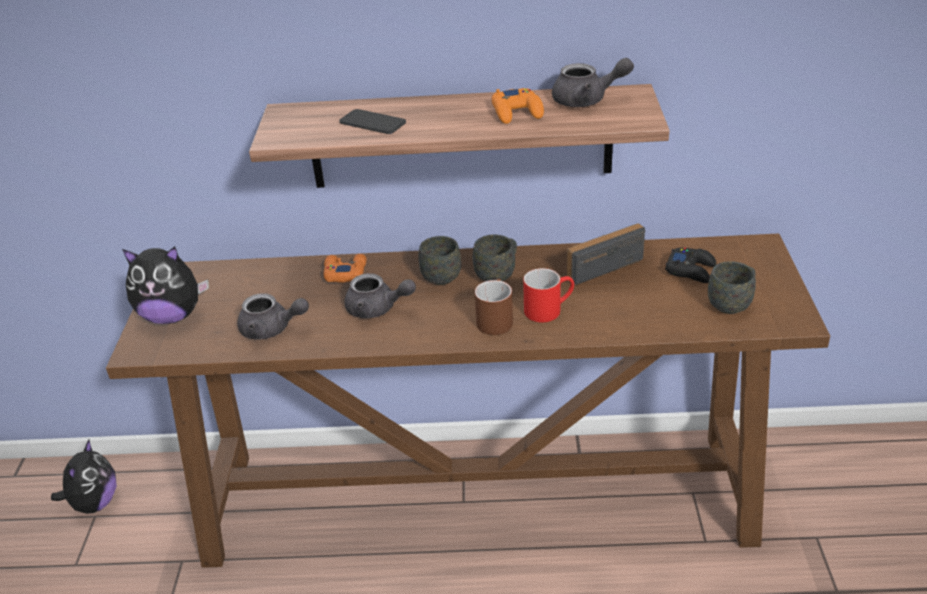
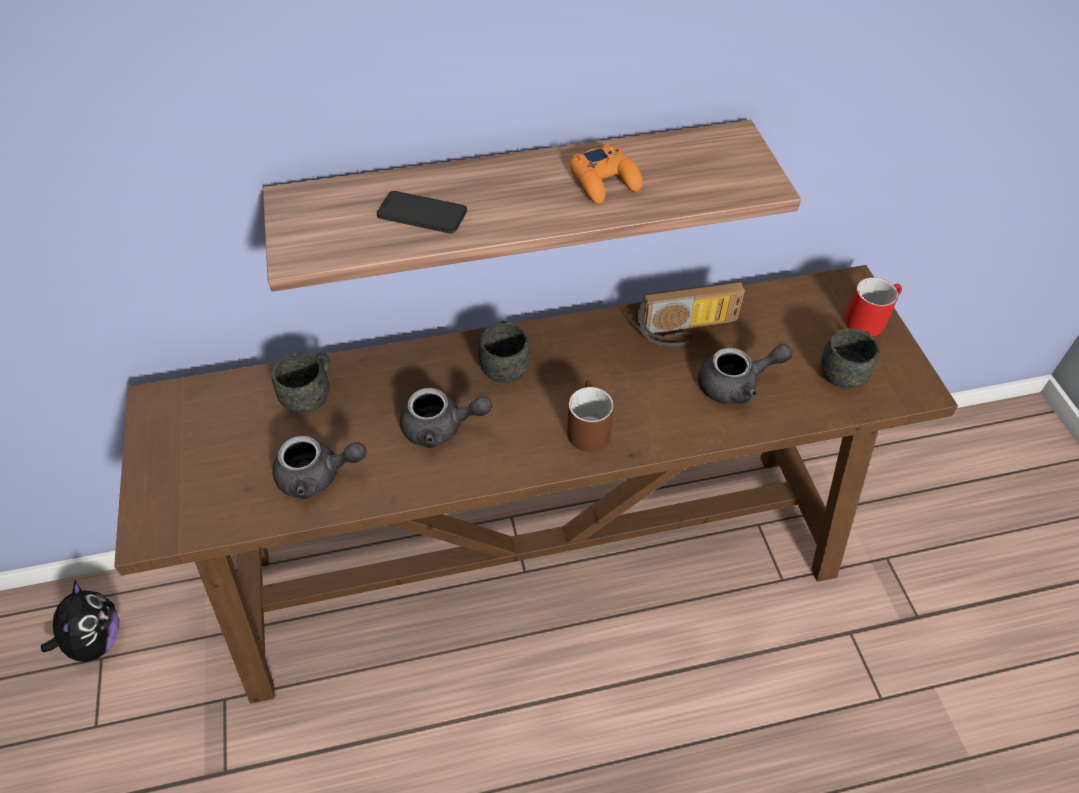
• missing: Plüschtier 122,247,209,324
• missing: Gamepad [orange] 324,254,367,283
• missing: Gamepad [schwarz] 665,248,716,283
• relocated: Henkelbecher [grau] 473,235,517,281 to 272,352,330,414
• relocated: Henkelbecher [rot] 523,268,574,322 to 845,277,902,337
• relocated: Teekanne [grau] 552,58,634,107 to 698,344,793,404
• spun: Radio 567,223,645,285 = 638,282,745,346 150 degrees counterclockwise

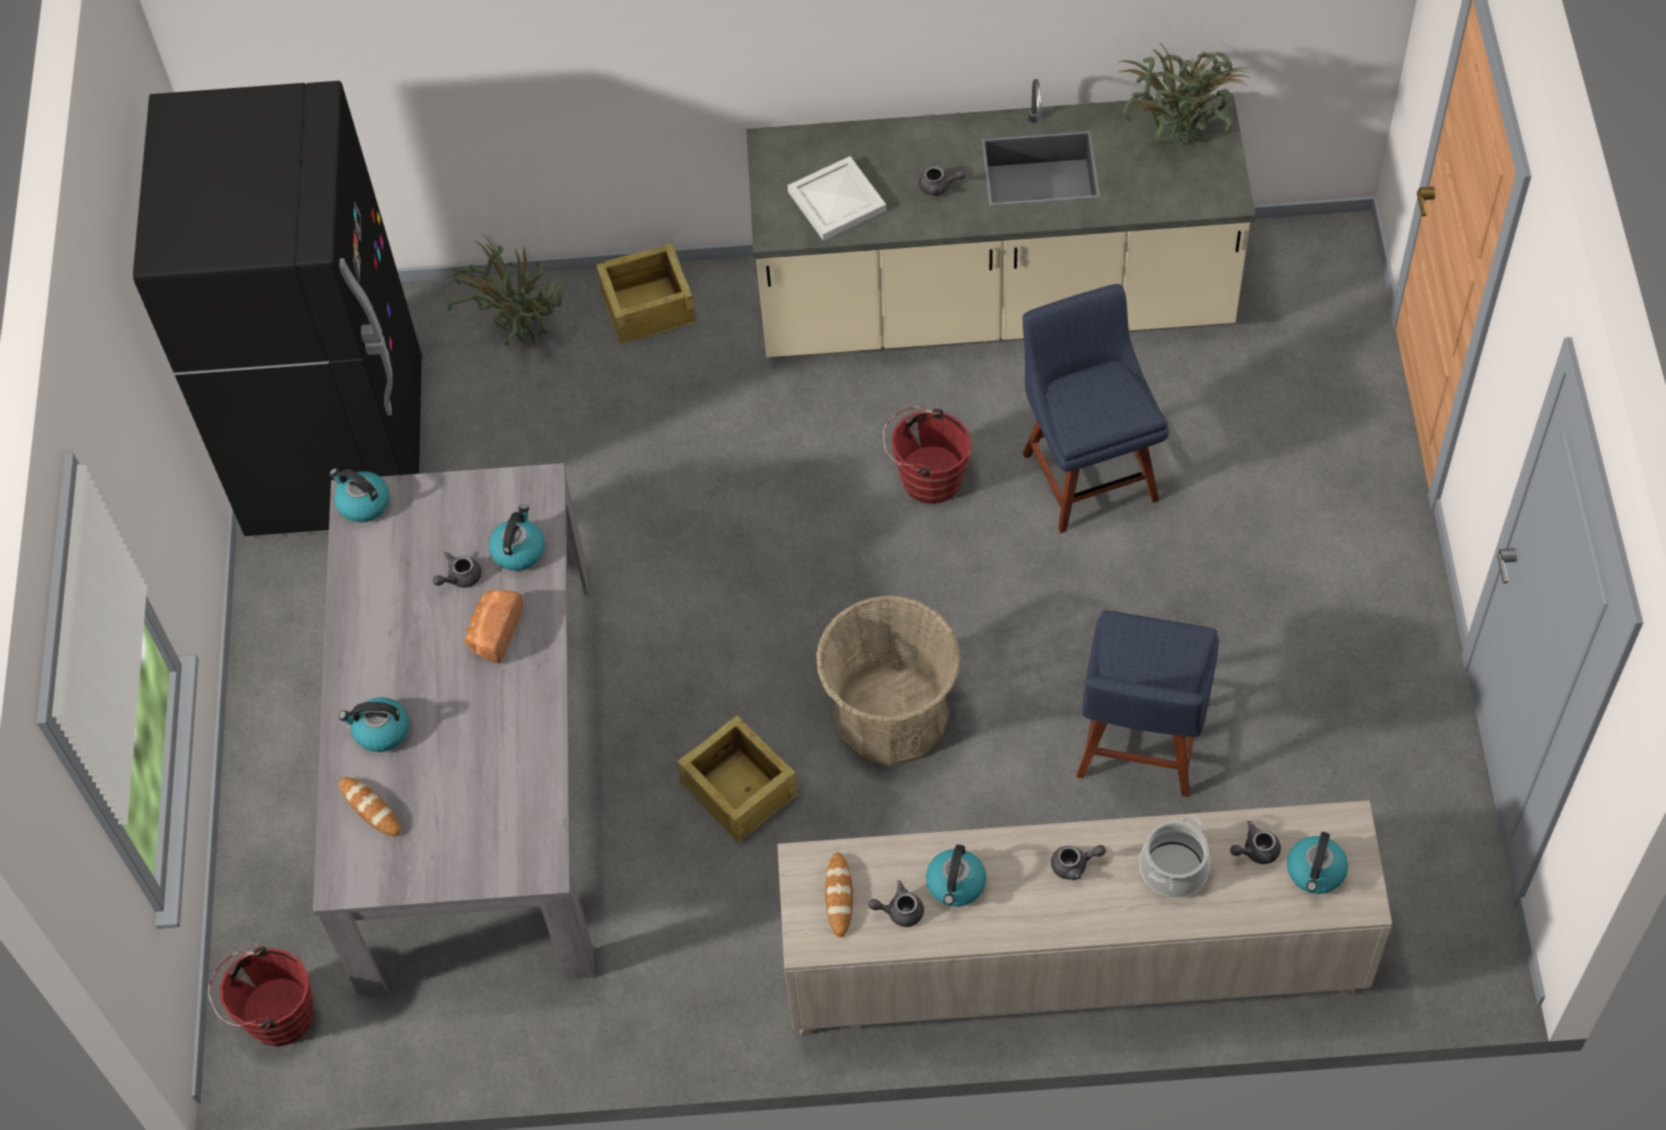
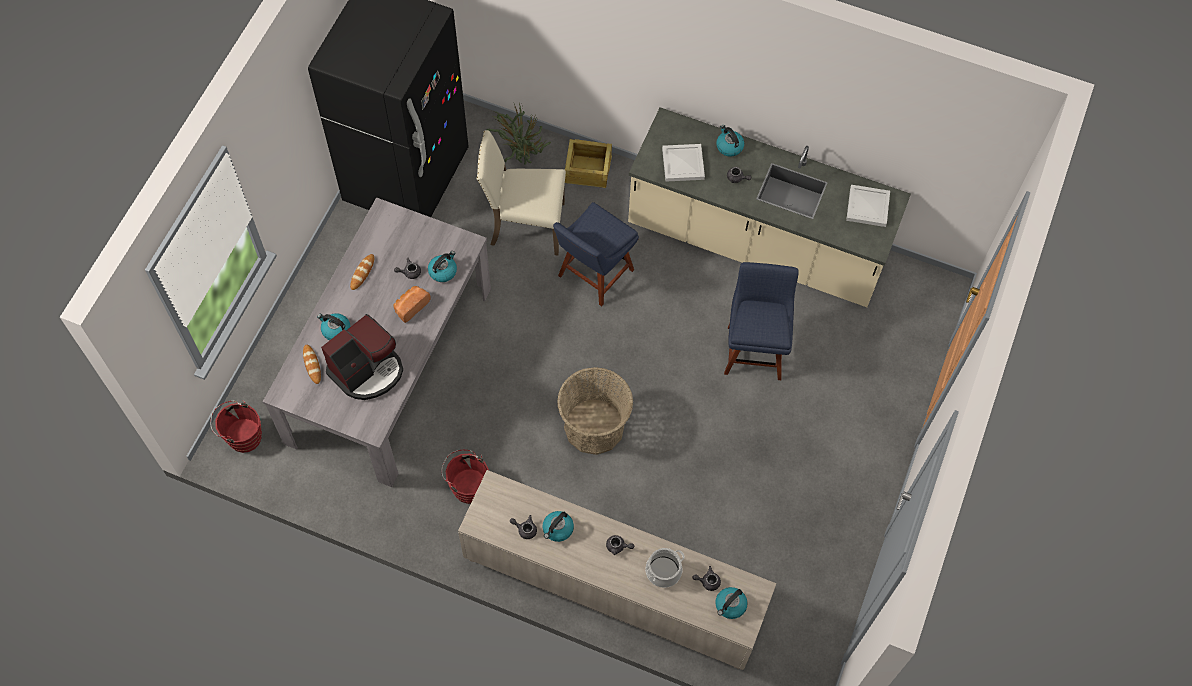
• missing: Kiste 676,715,797,842
• appeared: Kaffeemaschine 321,314,403,400
• appeared: Stuhl [beige] 477,130,566,255
• relocated: Wasserkessel 329,468,390,522 to 716,125,744,157
• relocated: Brot 825,852,853,937 to 350,254,374,290
• relocated: Eimer [rot] 883,405,972,504 to 441,450,489,504
• relocated: Stuhl [blau] 1077,611,1219,797 to 553,202,639,306
• exchanged: Topfpflanze 1116,44,1250,147 to Tablett [weiß] 846,185,890,227

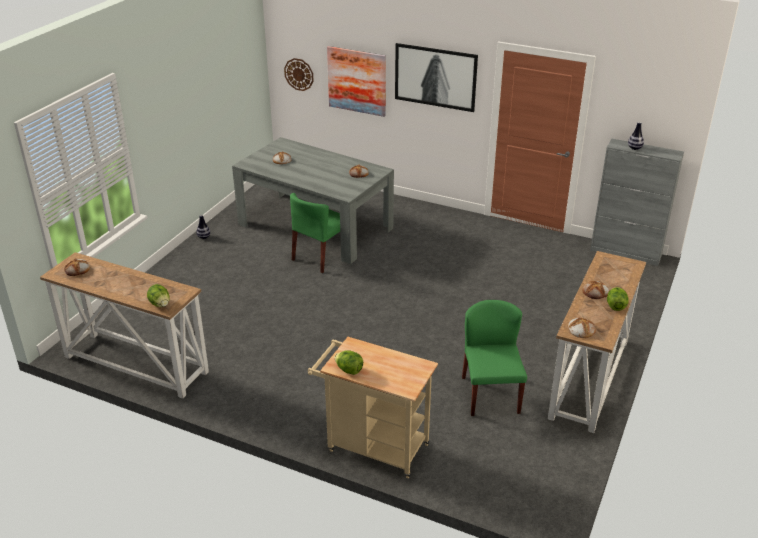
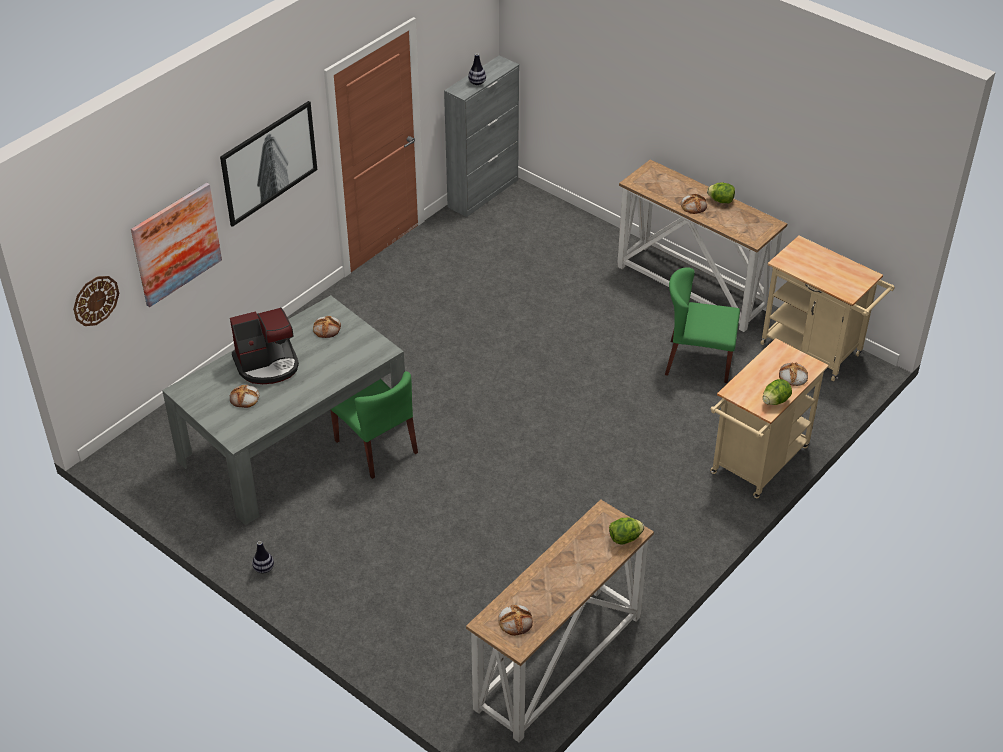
• appeared: Kaffeemaschine 230,307,299,384
• appeared: Rollwagen [beige] 760,236,895,381
• relocated: Brot 568,317,596,338 to 779,362,808,386

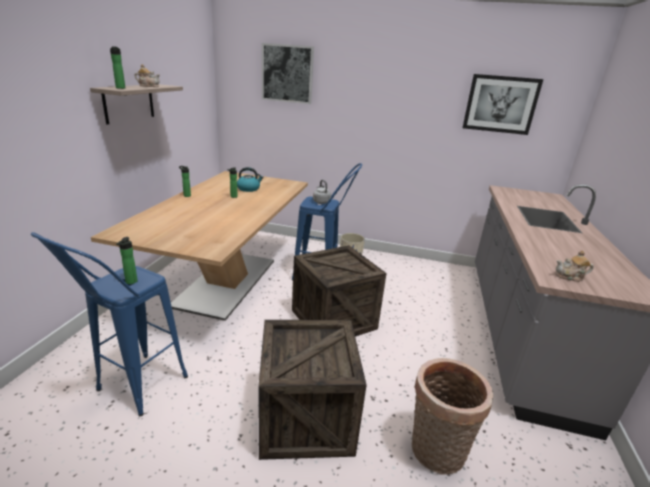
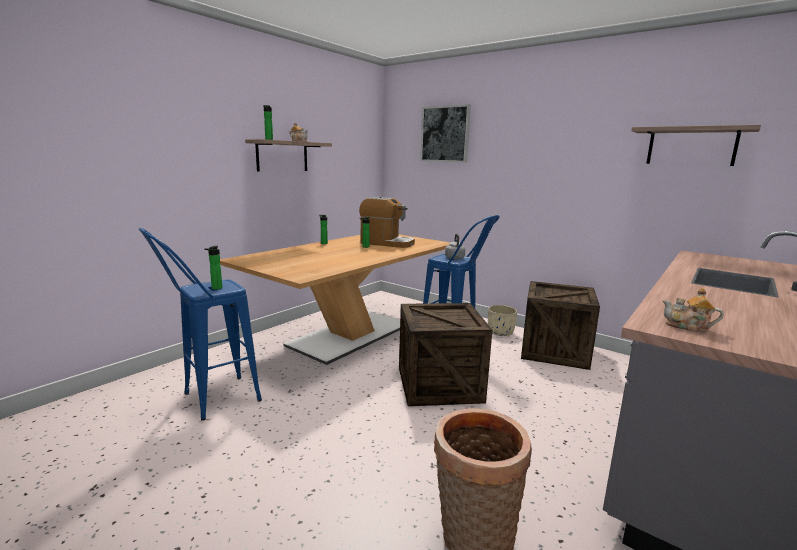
• relocated: Kiste 258,320,367,460 to 521,281,600,370
• exchanged: Wasserkessel 237,167,264,192 to Kaffeemaschine 359,197,415,248
• exchanged: Bild 463,74,543,135 to Wandregal 631,125,761,166

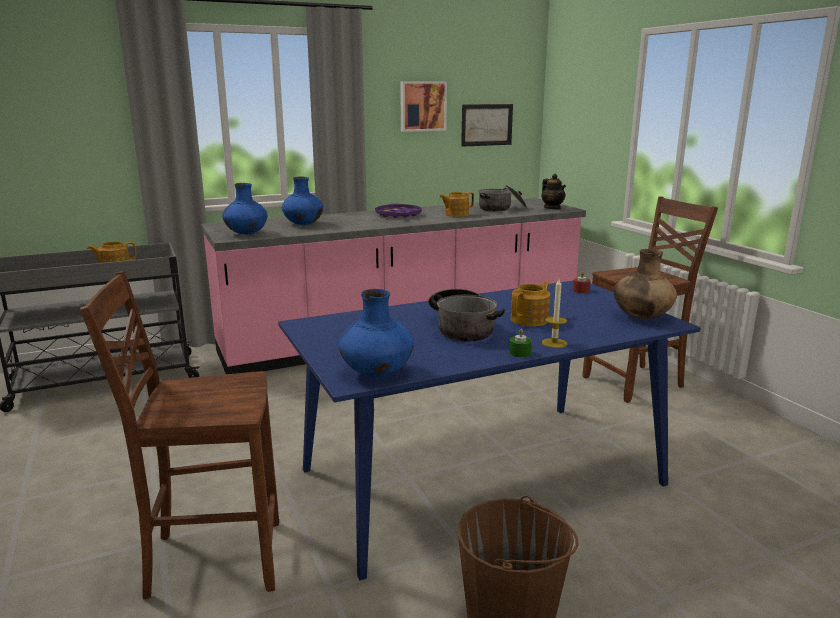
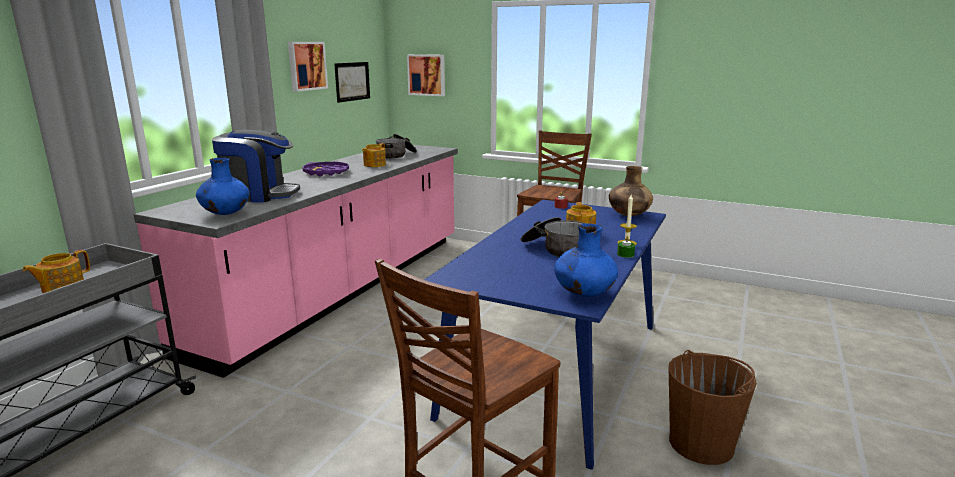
• missing: Teekanne 541,174,566,209
• appeared: Bild 407,54,445,96
• exchanged: Vase [blau] 282,177,323,225 to Kaffeemaschine 212,130,300,202

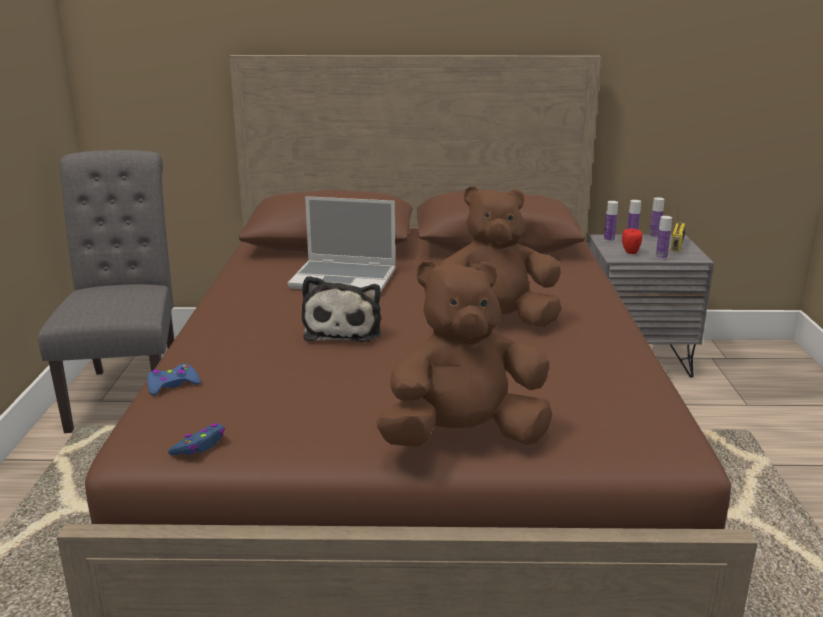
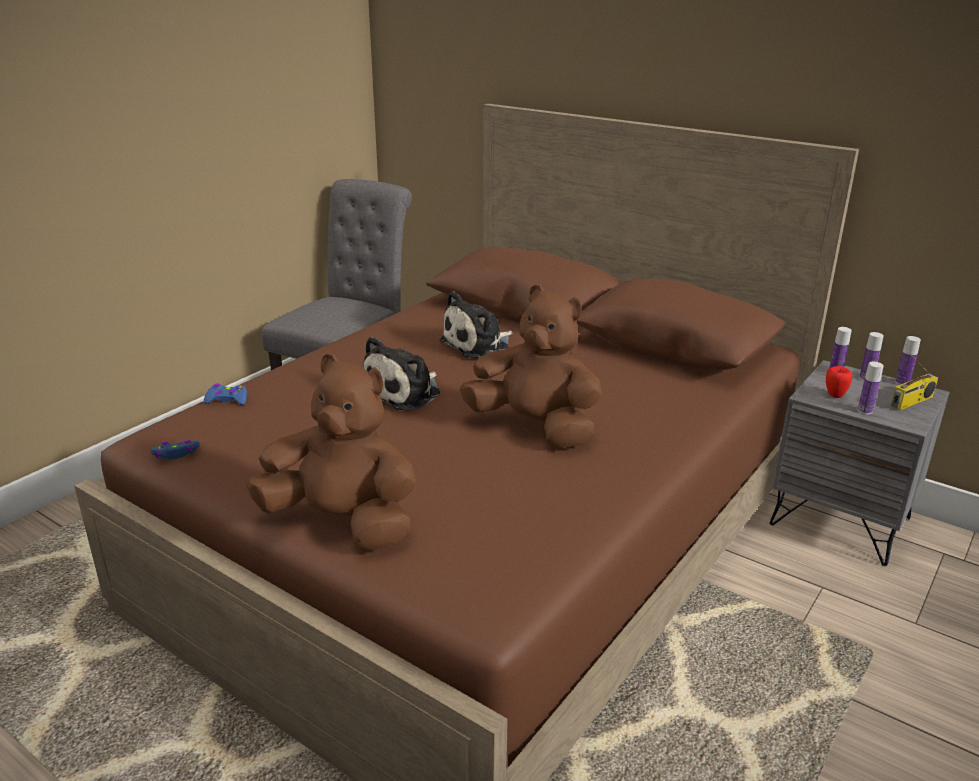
• exchanged: Laptop 288,196,396,292 to Plüschtier 439,291,513,358

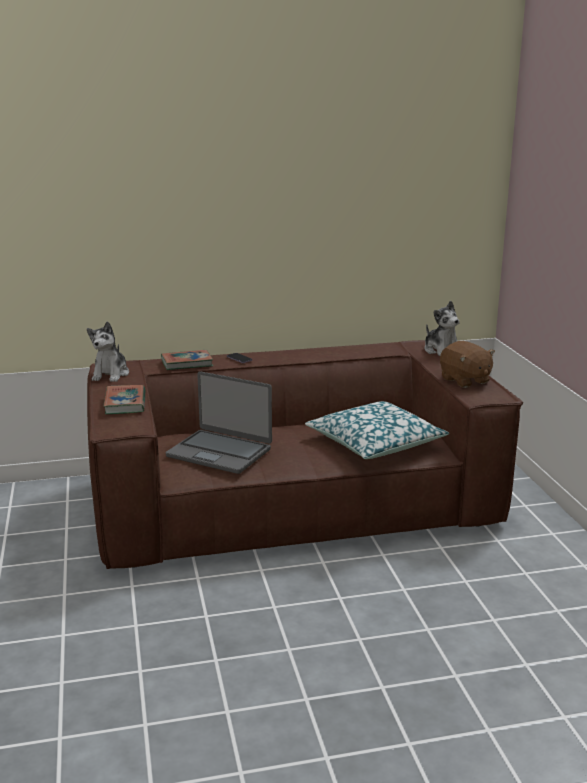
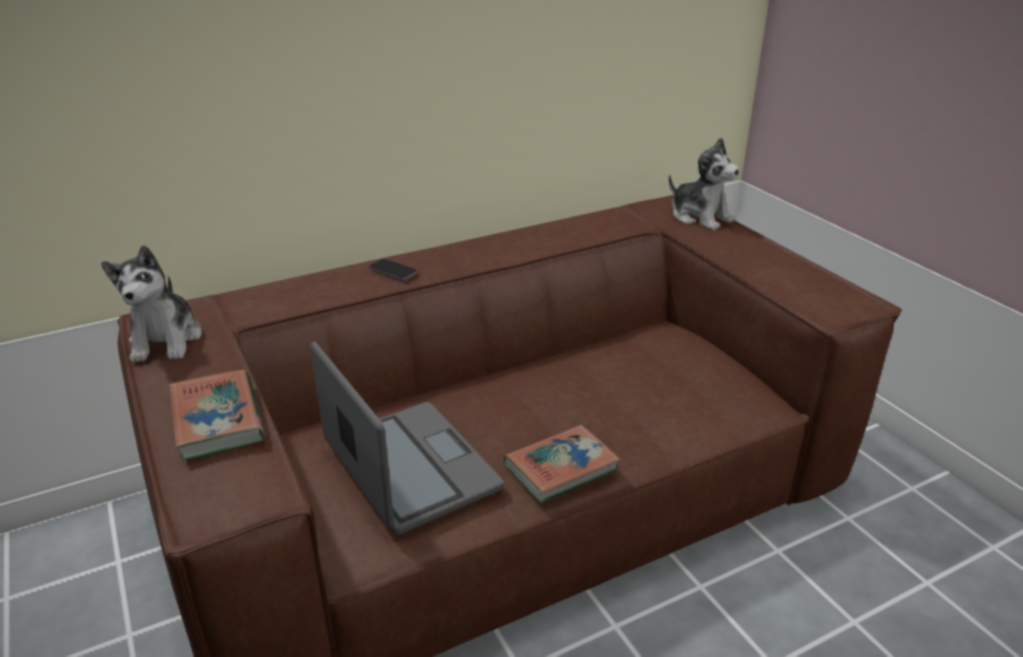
• missing: Kissen 305,401,449,459
• missing: Plüschtier [braun] 440,341,495,388
• relocated: Buch 161,350,213,370 to 504,425,620,503
• spun: Laptop 166,371,272,474 = 310,342,504,535 135 degrees counterclockwise

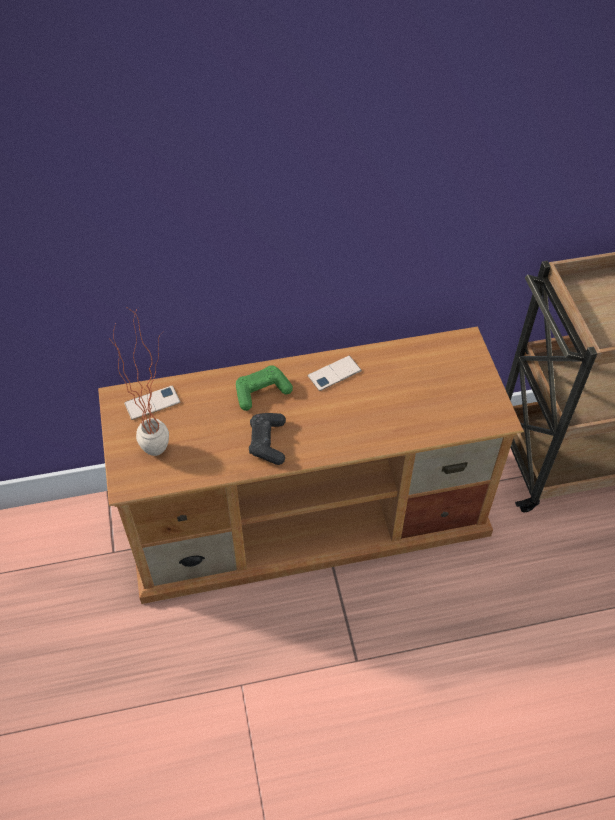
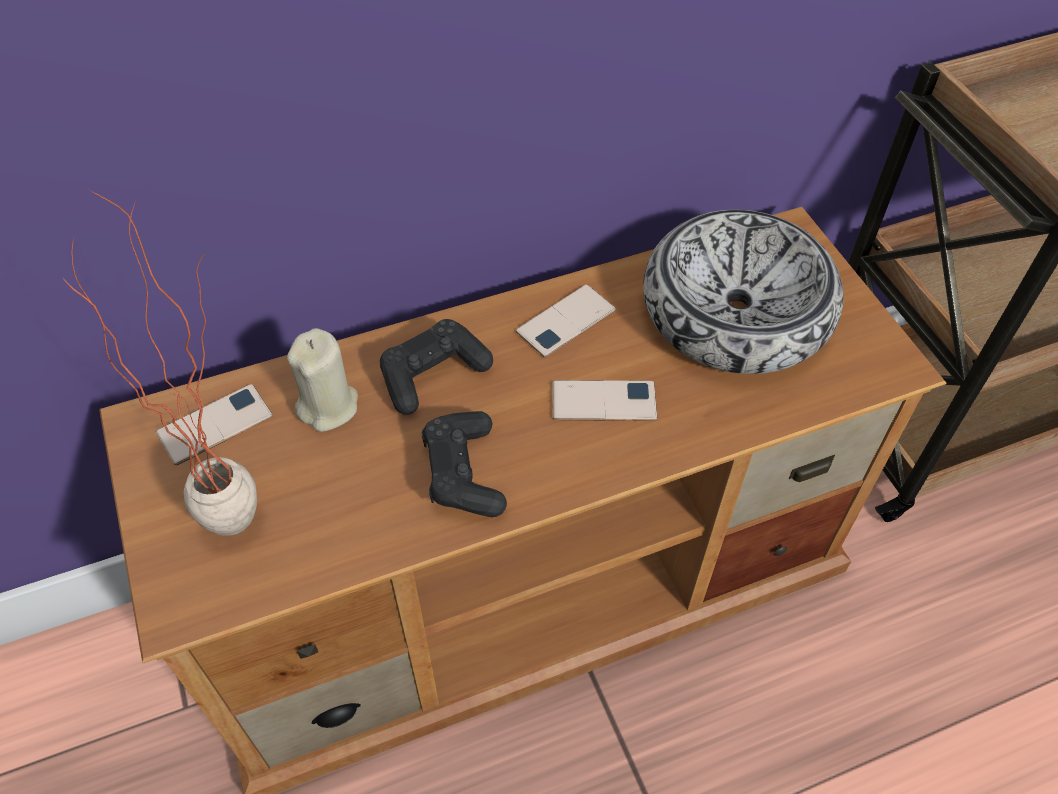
• appeared: Kerze [beige] 287,328,358,432
• appeared: Handy 552,380,657,421
• appeared: Schüssel 643,209,844,374
• colour: Gamepad [grün] 236,365,293,411 to Gamepad [schwarz] 380,319,493,415

